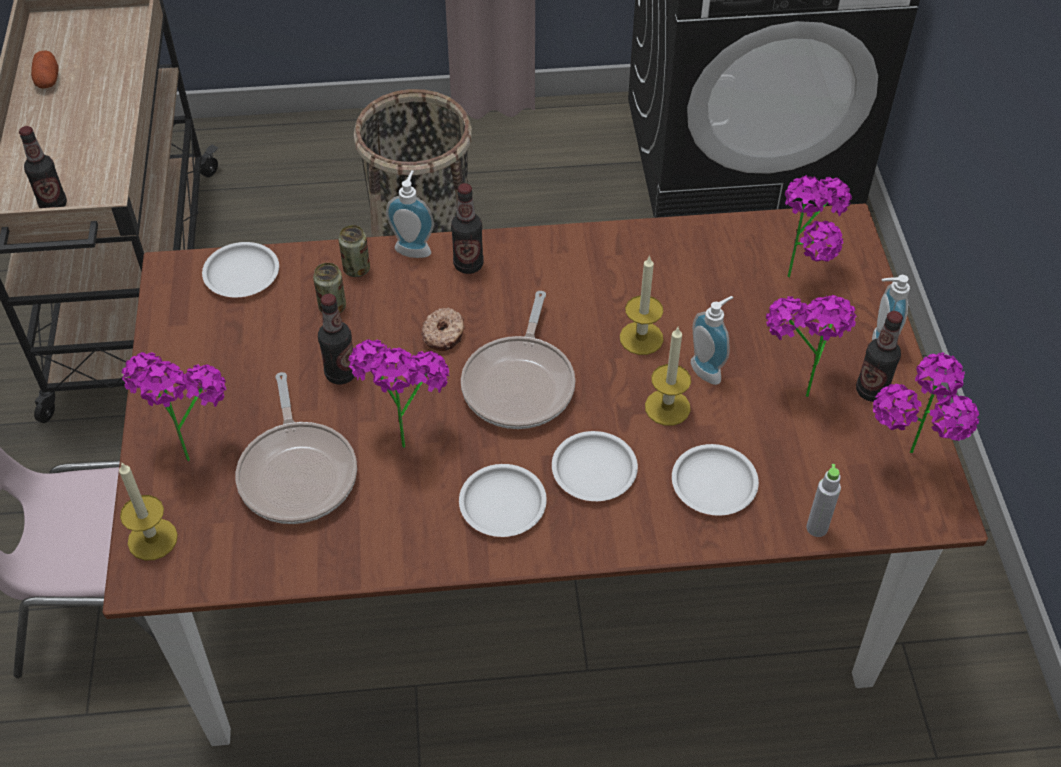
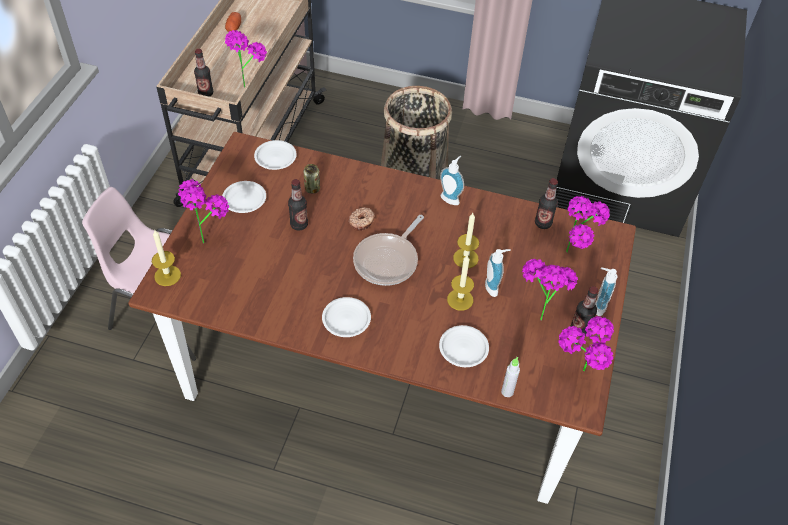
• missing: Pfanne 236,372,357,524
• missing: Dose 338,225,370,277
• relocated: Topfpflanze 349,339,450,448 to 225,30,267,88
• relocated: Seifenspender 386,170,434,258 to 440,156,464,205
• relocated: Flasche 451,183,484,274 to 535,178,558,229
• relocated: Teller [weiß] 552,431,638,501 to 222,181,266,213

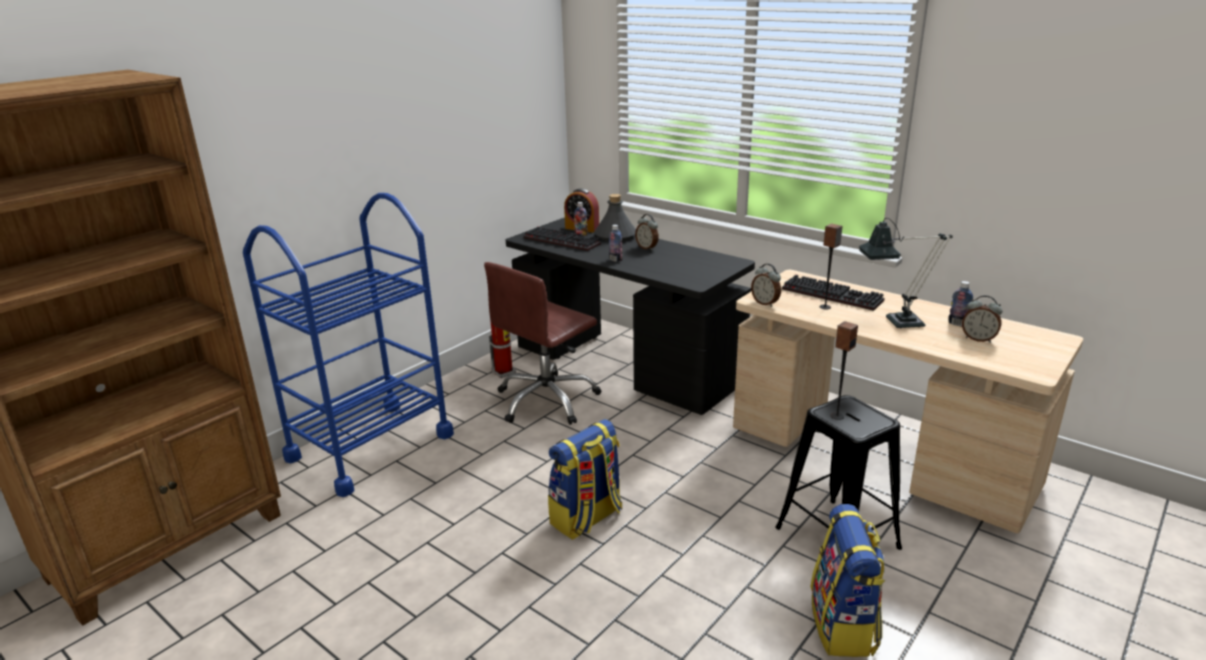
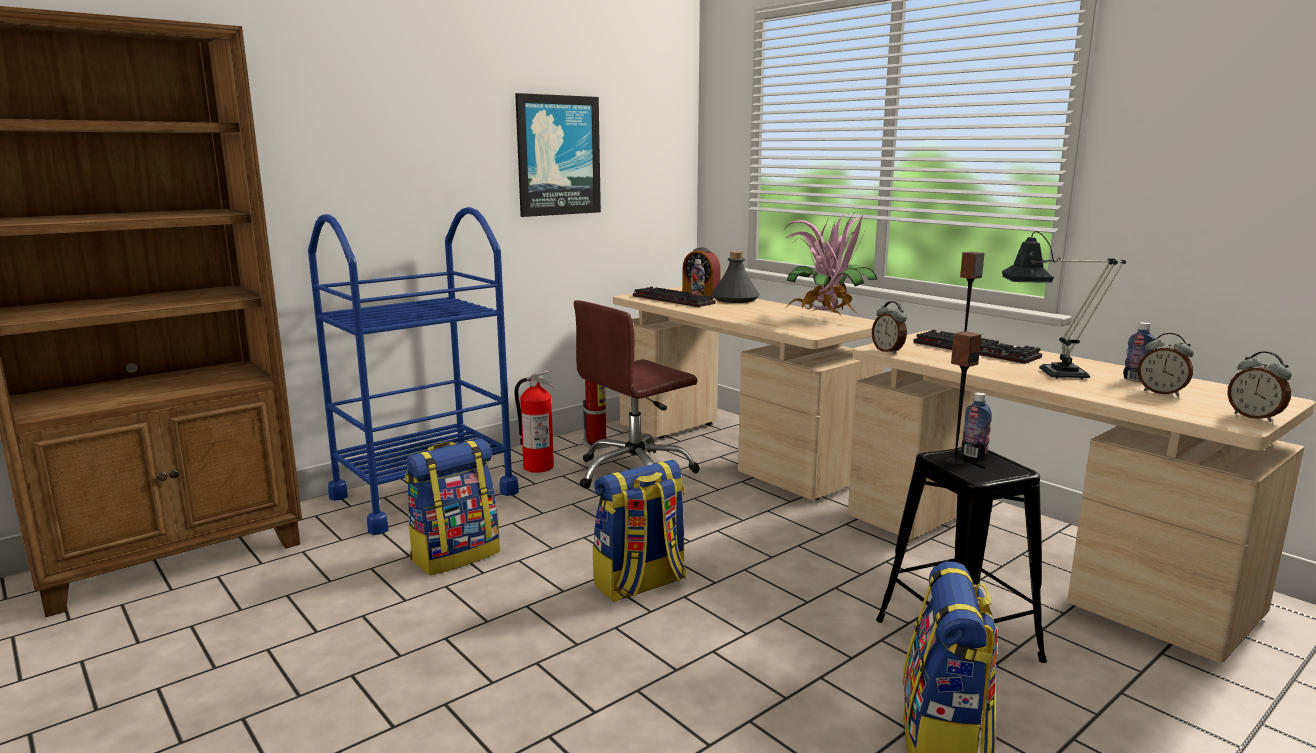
• appeared: Rucksack 405,439,500,576
• appeared: Feuerlöscher 514,370,555,473
• appeared: Bild 515,93,601,217
• appeared: Topfpflanze 783,214,878,316
• relocated: Flasche 609,225,622,262 to 961,392,992,459
• relocated: Wecker 635,214,659,251 to 1227,351,1292,422
• colour: Schreibtisch [schwarz] 506,218,755,415 to Schreibtisch [beige] 613,287,883,500

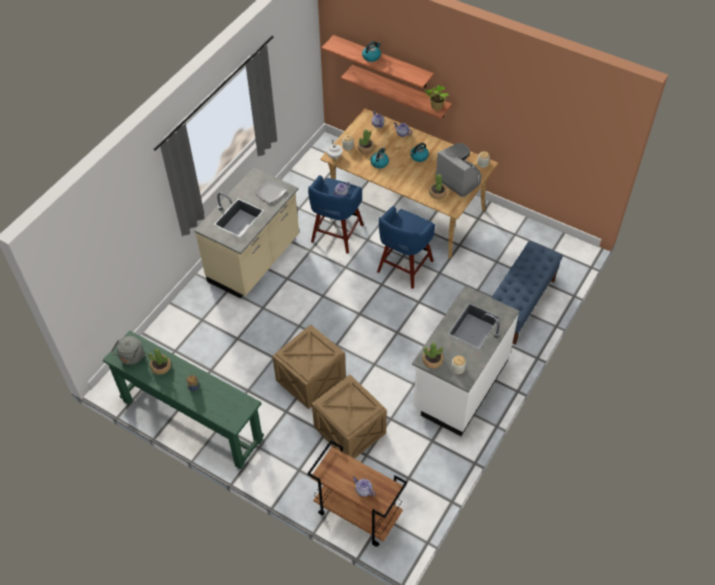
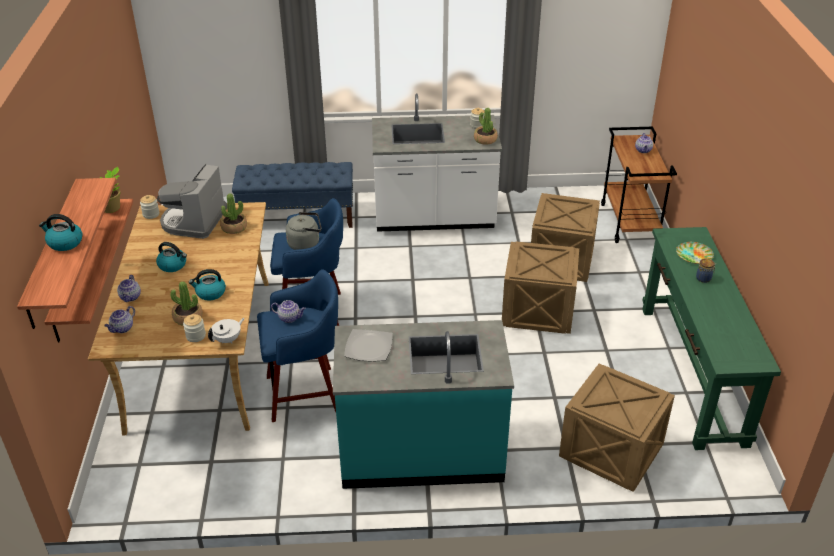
• missing: Topfpflanze 149,348,171,375
• appeared: Kiste 559,364,675,492
• appeared: Teller 676,242,714,264
• relocated: Wasserkessel [grau] 111,336,146,365 to 286,212,322,250
• colour: Küchenzeile [beige] 194,168,299,298 to Küchenzeile [türkis] 333,320,514,489

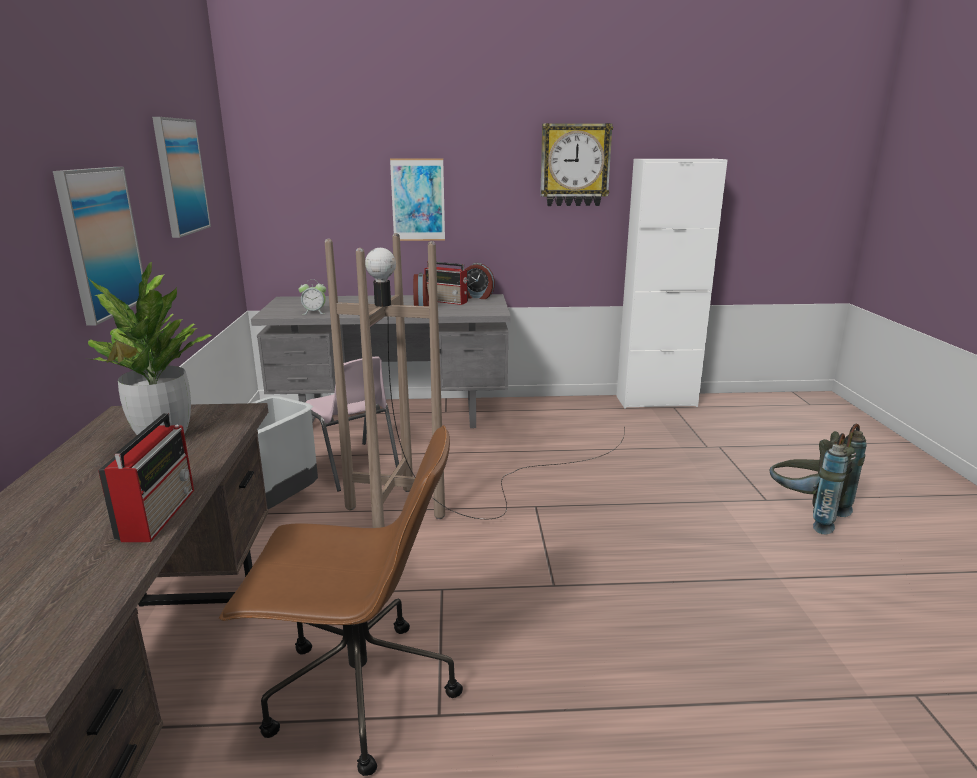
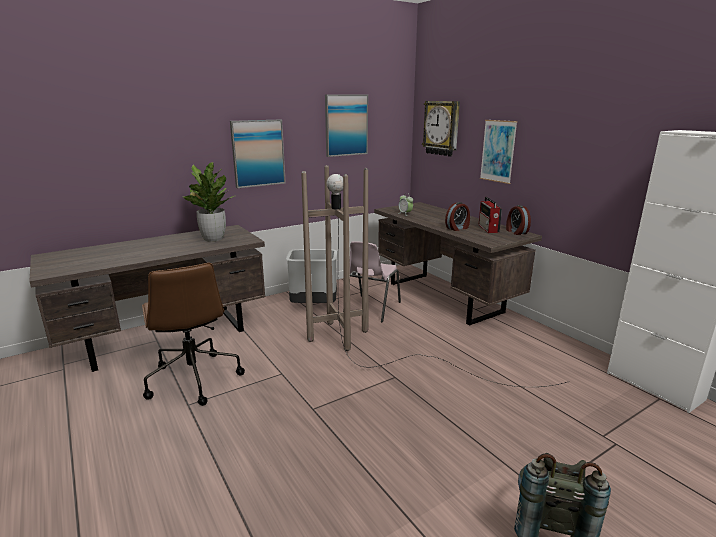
• missing: Radio 98,413,194,542
• relocated: Wanduhr 540,123,613,206 to 422,101,460,157
• colour: Schreibtisch [grau] 251,294,511,428 to Schreibtisch [braun] 374,202,542,326

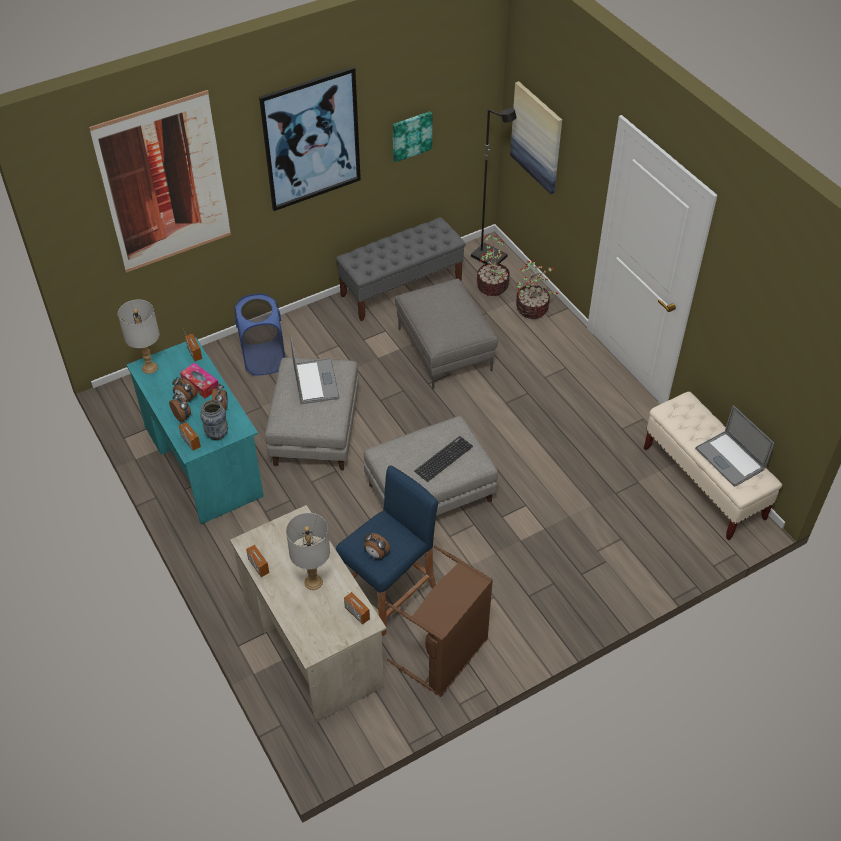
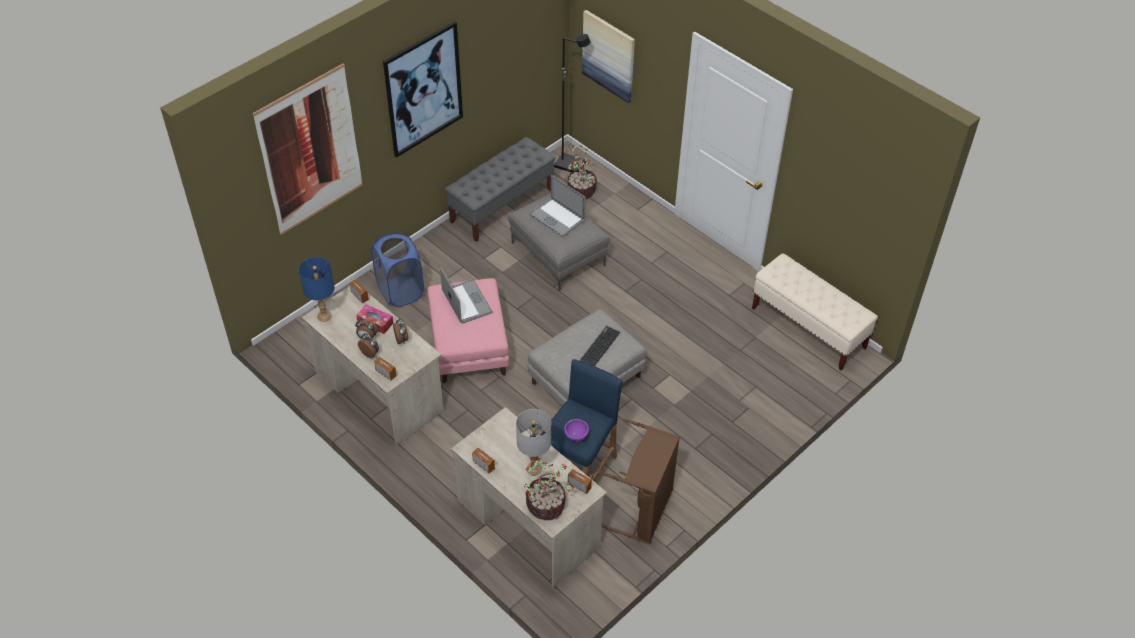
• missing: Vase 200,400,228,440
• missing: Bild 393,111,432,162
• relocated: Topfpflanze 516,260,558,319 to 524,458,574,520
• relocated: Laptop 695,405,774,487 to 529,175,586,237
• exchanged: Wecker 363,533,390,559 to Schüssel [lila] 564,419,589,442
• colour: Tischlampe [grau] 118,299,159,374 to Tischlampe [blau] 299,257,335,322
• colour: Schreibtisch [türkis] 126,338,264,524 to Schreibtisch [beige] 302,286,444,446
• colour: Polsterhocker [grau] 265,357,359,470 to Polsterhocker [rosa] 427,278,509,383

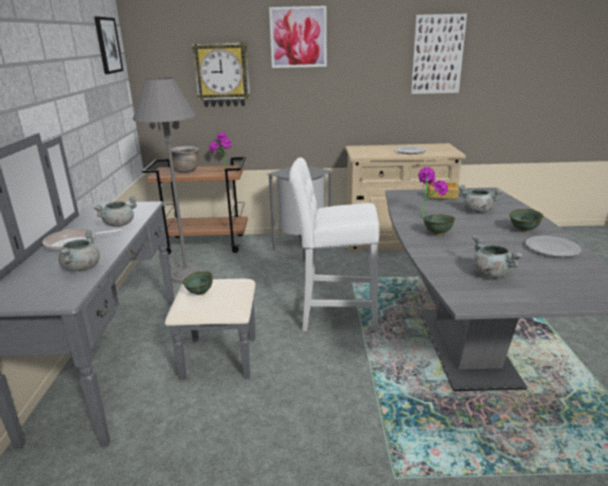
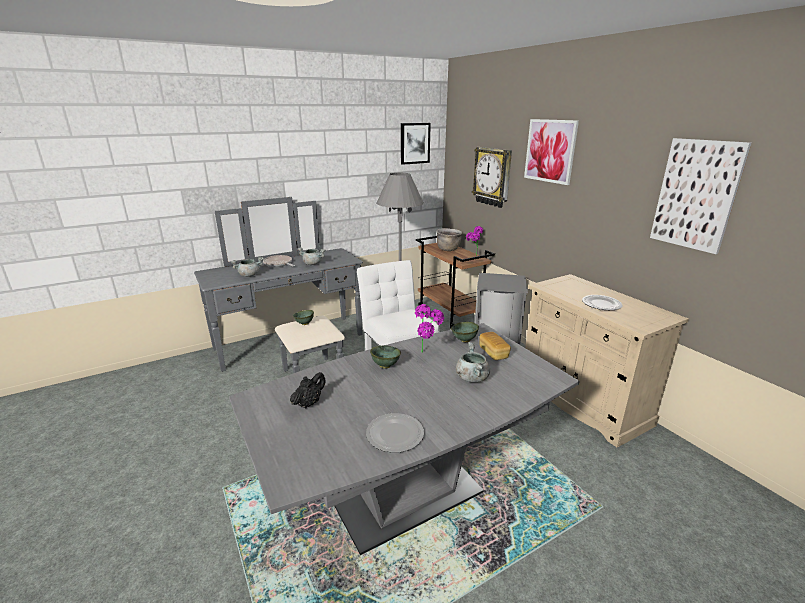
• relocated: Schüssel [grün] 509,209,543,232 to 451,322,479,342
• exchanged: Kochtopf [grau] 472,235,524,278 to Teekanne [schwarz] 290,372,326,408

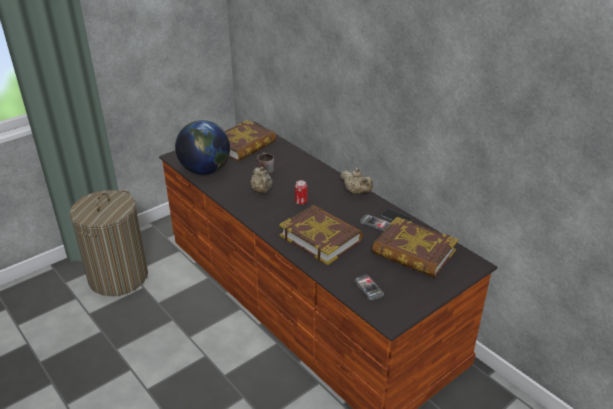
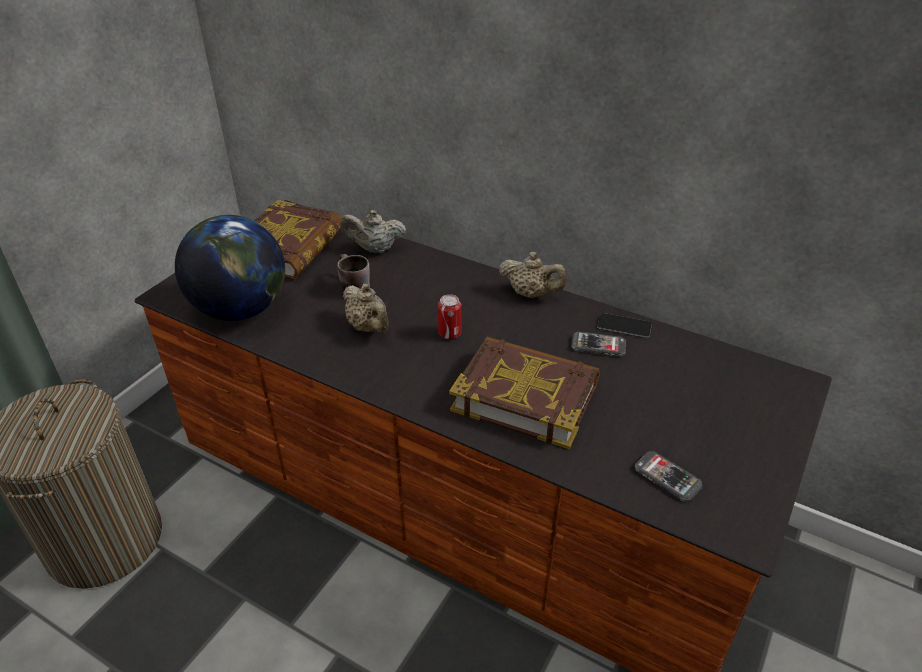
• missing: Buch 372,217,458,278
• appeared: Teekanne [beige] 340,210,406,253

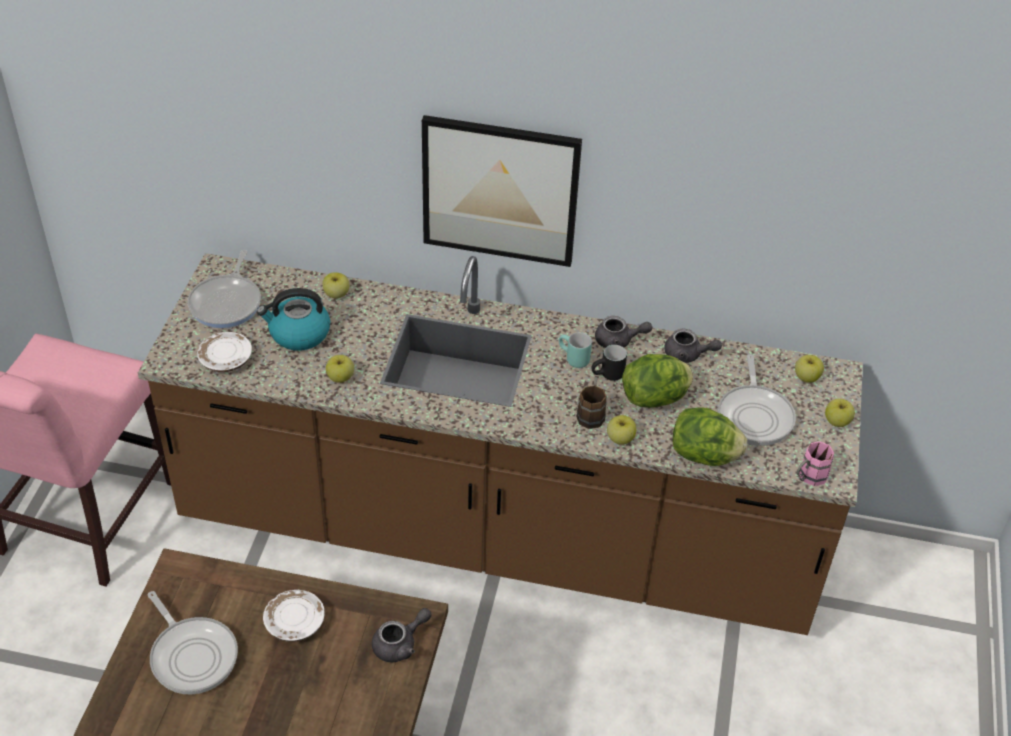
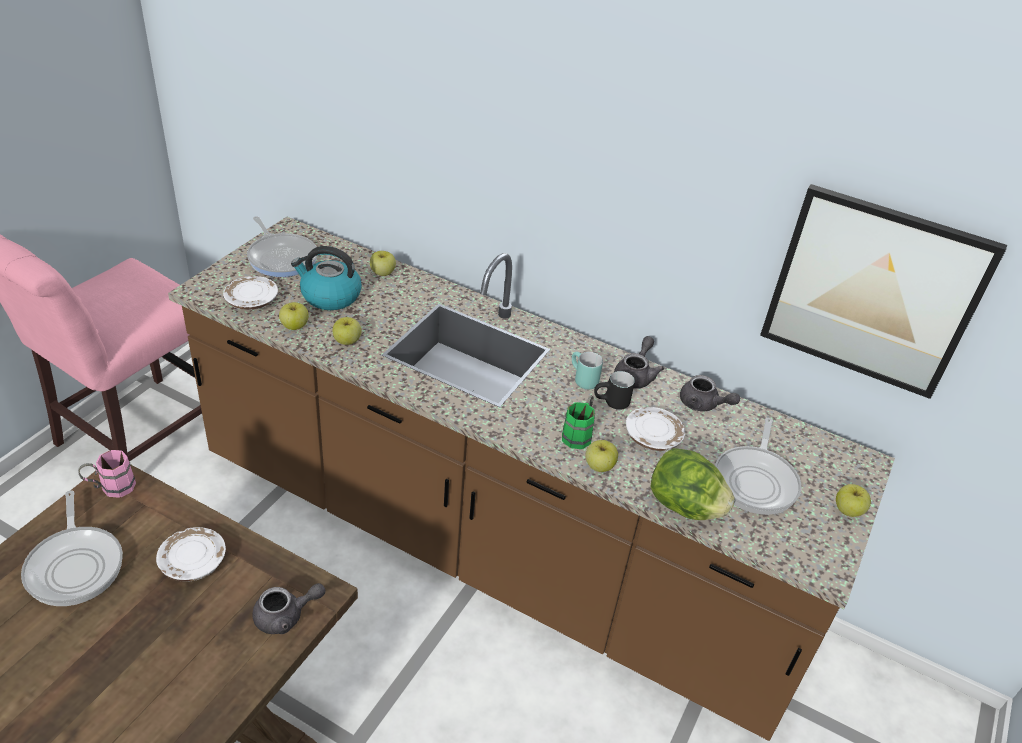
• relocated: Bild 422,115,582,267 to 760,184,1007,399
• relocated: Apfel 795,355,824,383 to 279,302,309,330
• relocated: Henkelbecher [rosa] 797,441,834,486 to 78,450,136,498
• exchanged: Salatkopf 622,354,693,408 to Teller [weiß] 626,407,685,451
• colour: Henkelbecher [braun] 577,377,607,429 to Henkelbecher [grün] 562,395,595,449
• spun: Pfanne 187,250,261,328 = 247,216,317,277 60 degrees counterclockwise
• spun: Teekanne [grau] 595,316,652,348 = 614,336,664,389 90 degrees counterclockwise

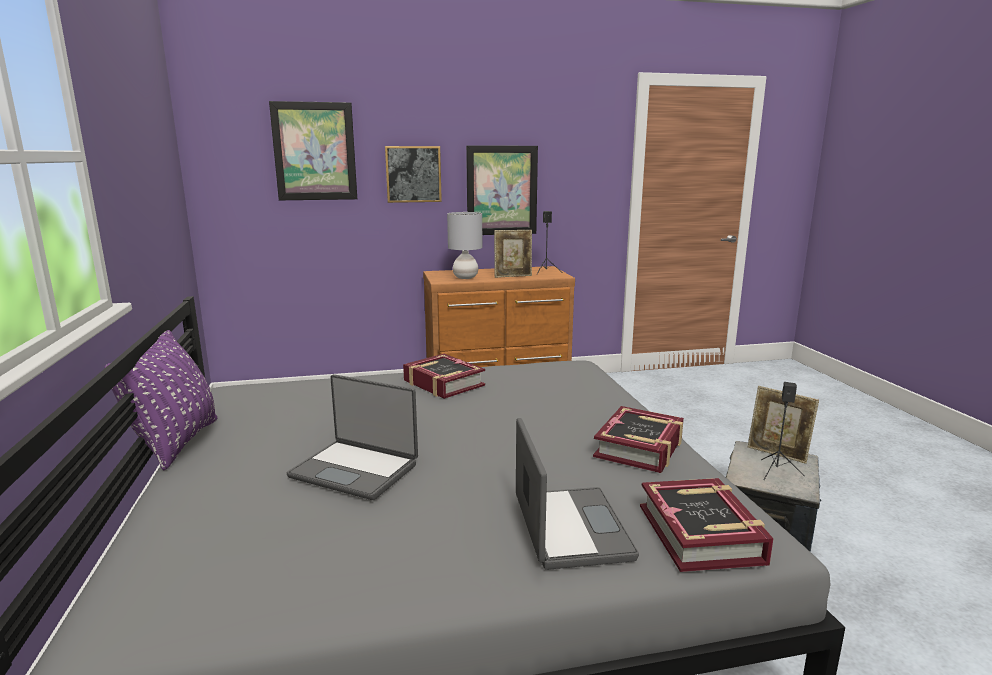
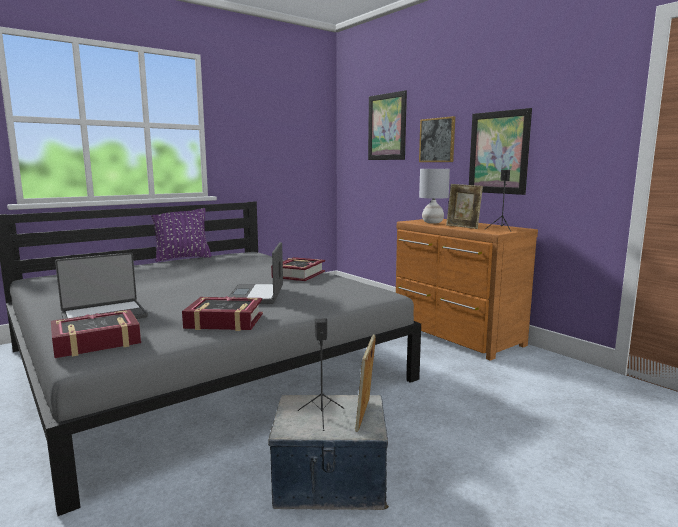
• relocated: Laptop 287,374,418,500 to 228,242,283,304

